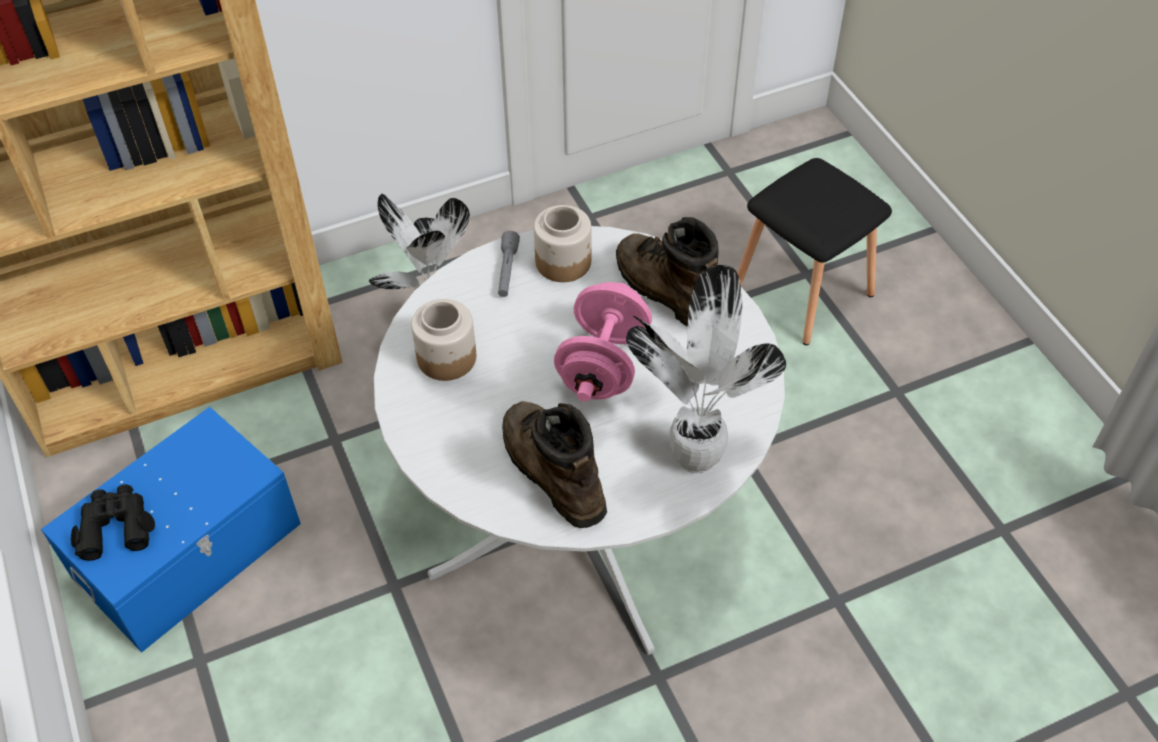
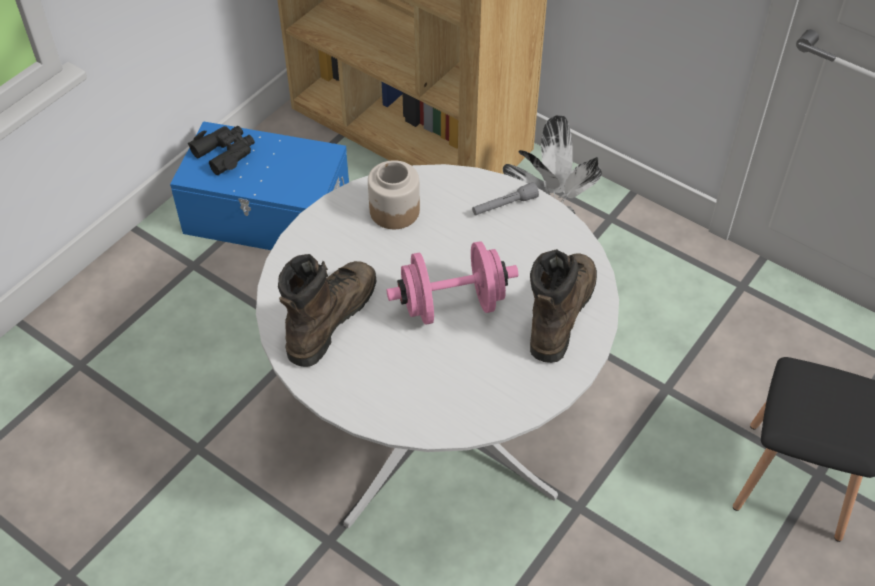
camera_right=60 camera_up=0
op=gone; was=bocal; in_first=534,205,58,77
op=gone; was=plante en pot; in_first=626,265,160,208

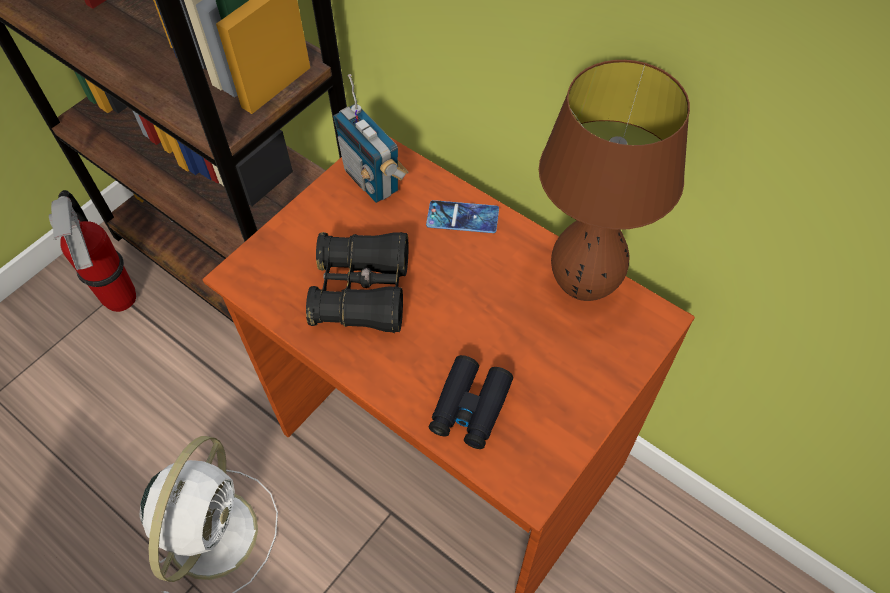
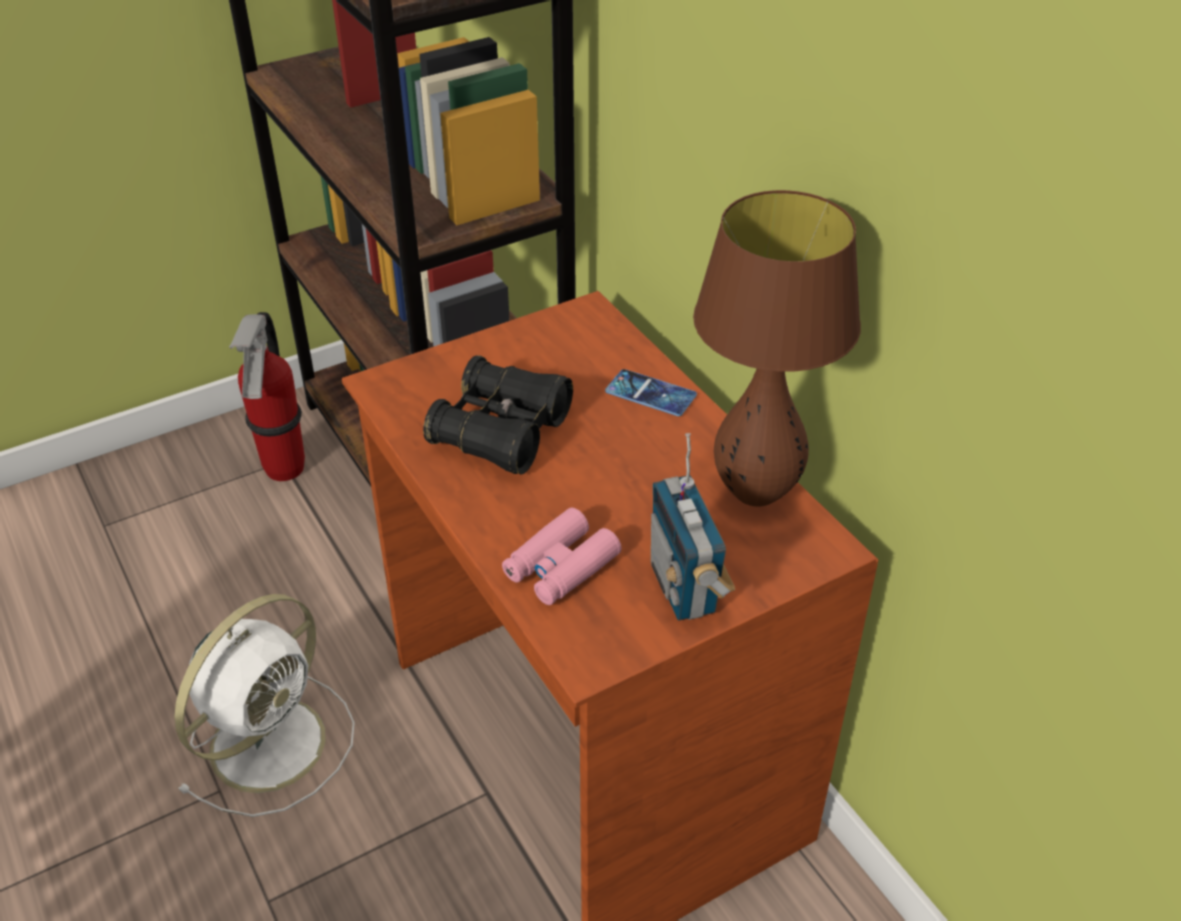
camera_right=20 camera_up=-15
op=shifted; was=radio; in_first=333,74,75,129; in_second=651,433,84,188
op=repainted; was=jumelles/noir; now=jumelles/rose; in_first=429,355,84,94; in_second=502,507,120,98

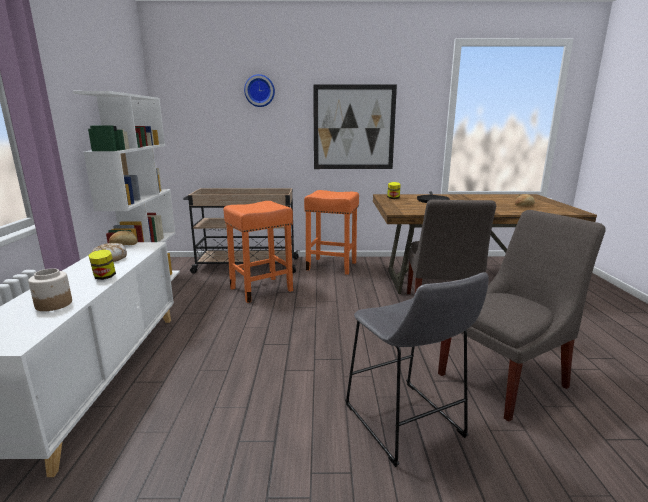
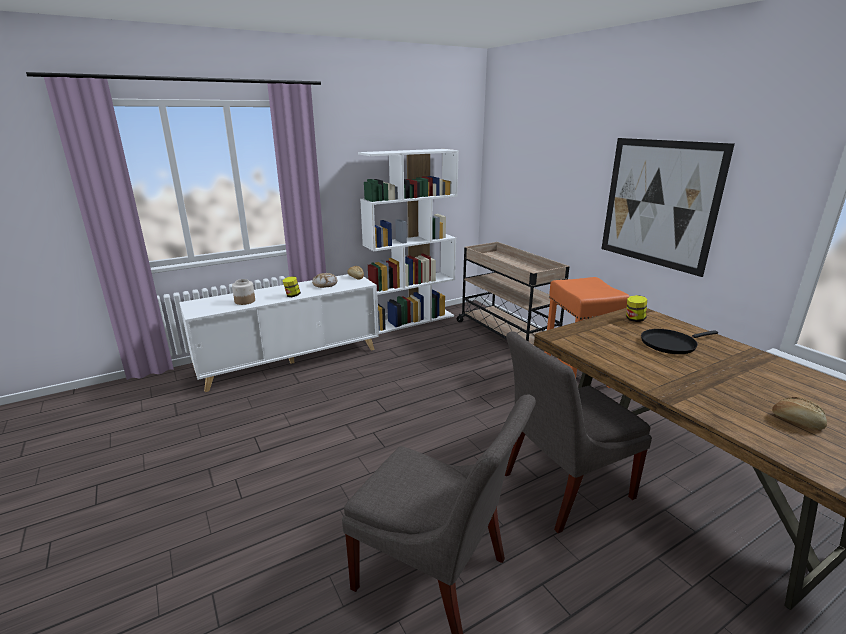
camera_right=60 camera_up=5
op=gone; was=tabouret/orange; in_first=224,201,69,102
op=gone; was=horloge murale; in_first=244,74,31,33
op=gone; was=tabouret/gris; in_first=345,272,144,195

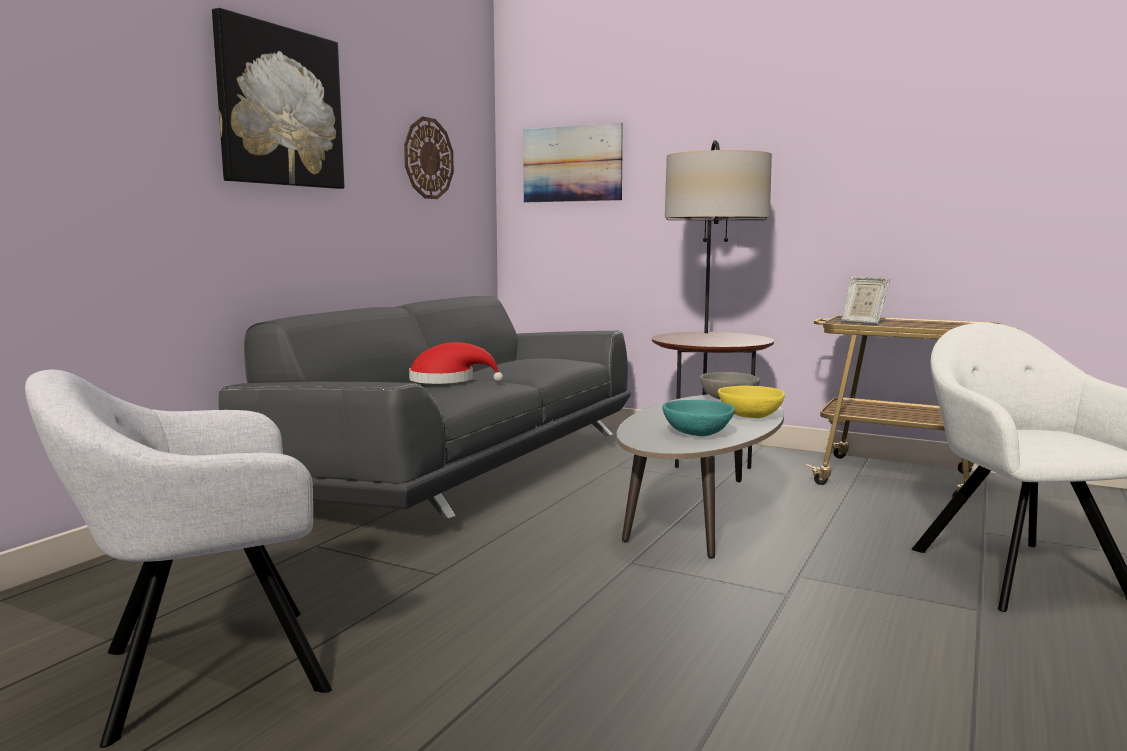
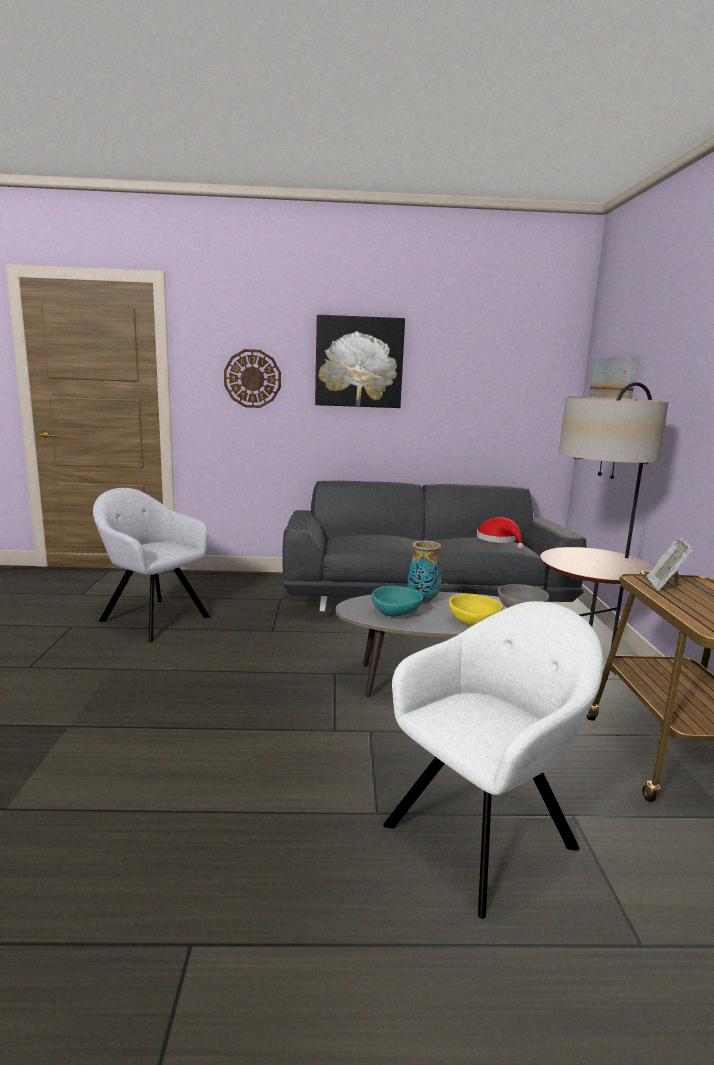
camera_right=60 camera_up=5
op=new; now=vase; in_second=408,541,34,62
op=shifted; was=horloge murale; in_first=404,116,50,83; in_second=224,349,57,59
op=shifted; was=chapeau/rouge; in_first=409,342,94,42; in_second=477,517,47,32

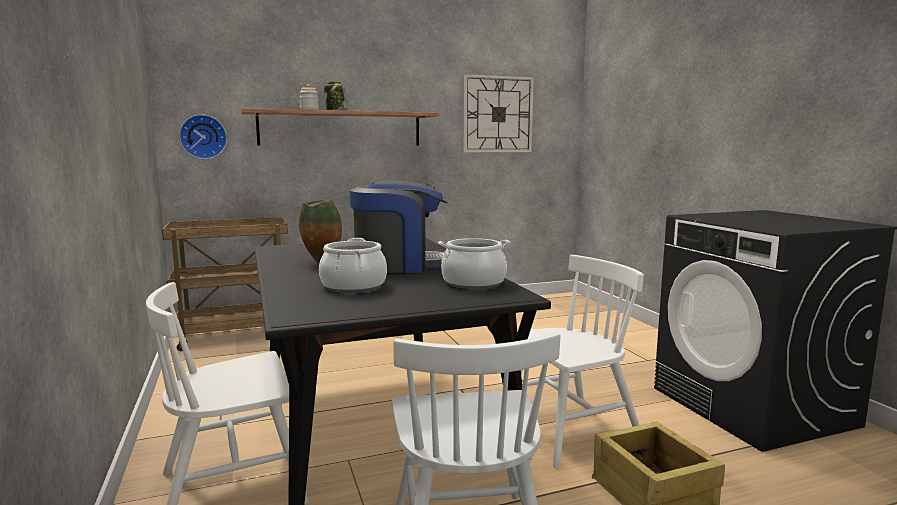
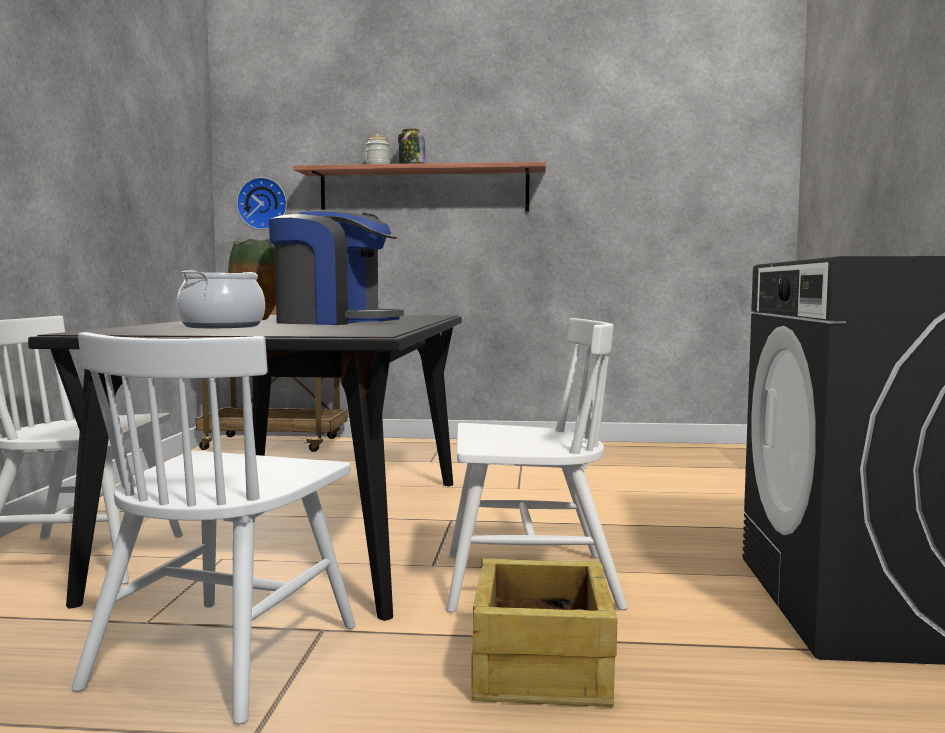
camera_right=25 camera_up=-5
op=gone; was=marmite; in_first=438,238,72,51
op=gone; was=horloge murale; in_first=464,74,70,78

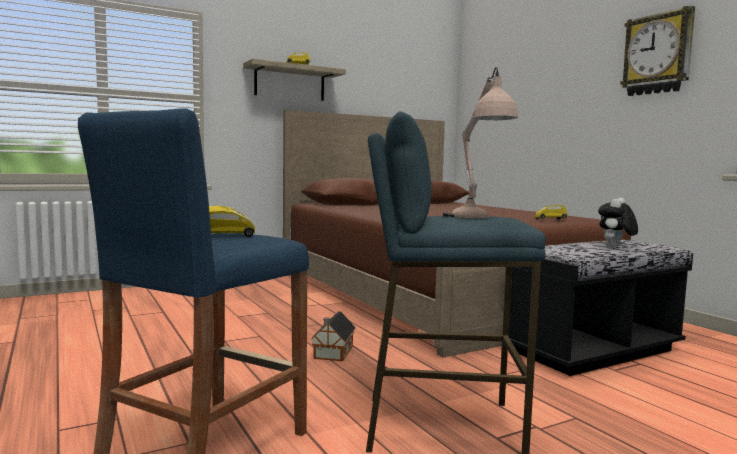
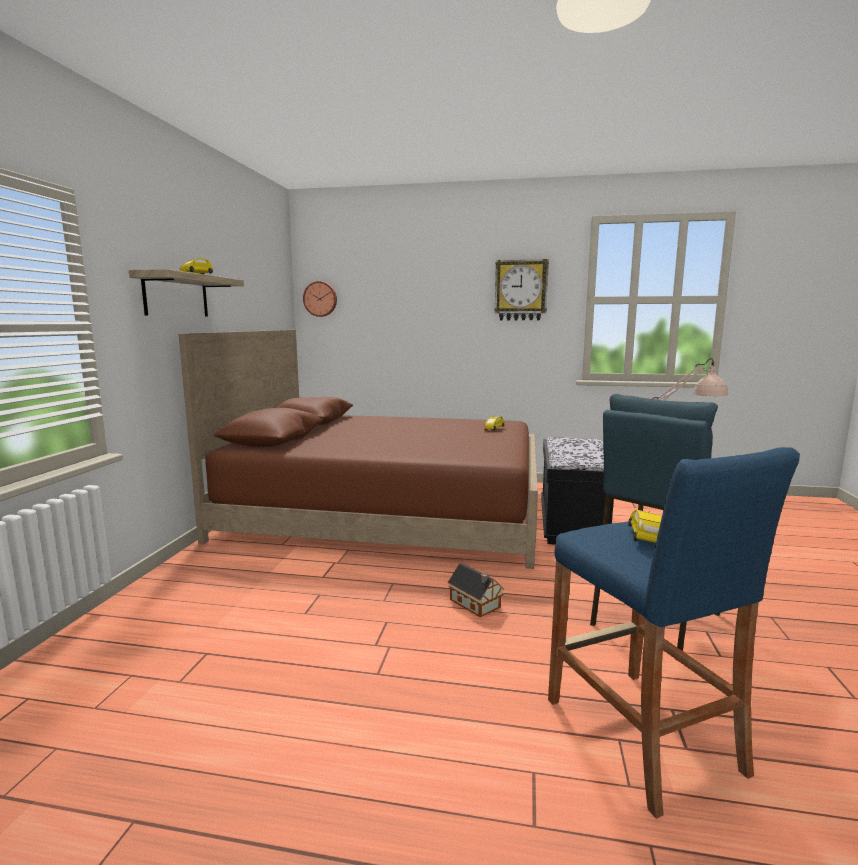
camera_right=-50 camera_up=5
op=gone; was=peluche; in_first=598,198,40,50
op=new; now=horloge murale; in_second=303,281,34,36

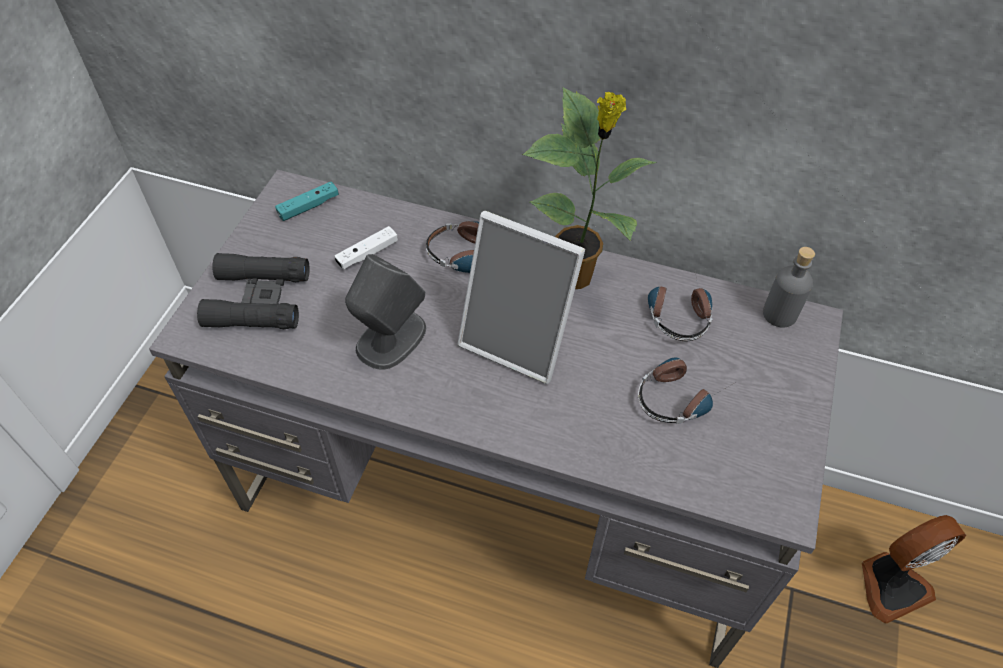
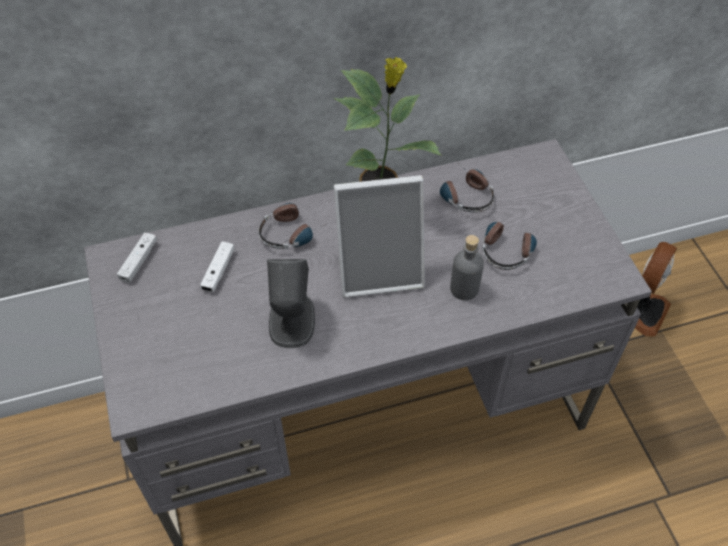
camera_right=-35 camera_up=0
op=gone; was=jumelles/noir; in_first=197,253,112,76
op=shifted; was=bouteille/gris; in_first=763,247,52,81; in_second=450,235,34,65
op=repainted; was=manette/turquoise; now=manette/blanc; in_first=275,182,64,39; in_second=117,232,40,51

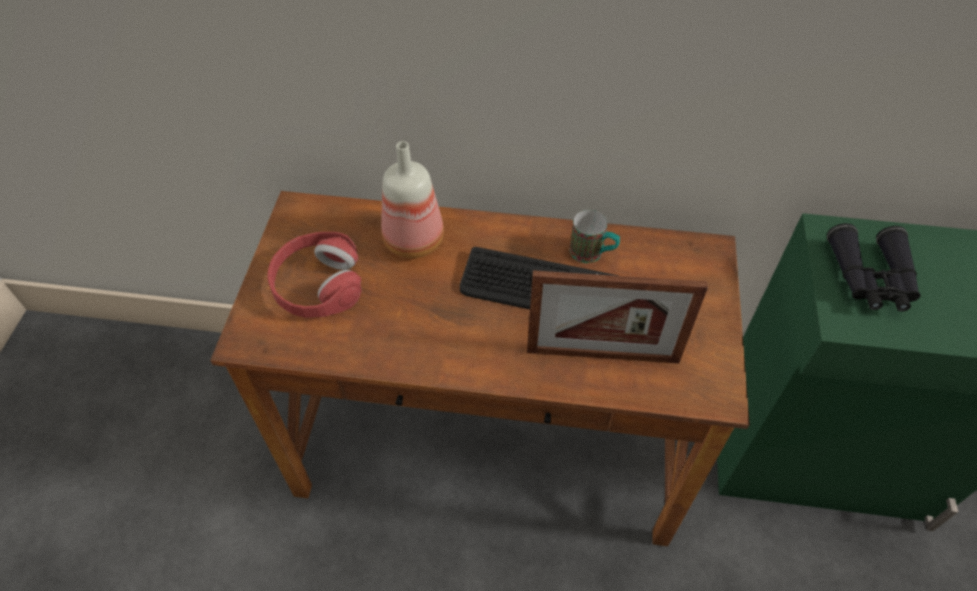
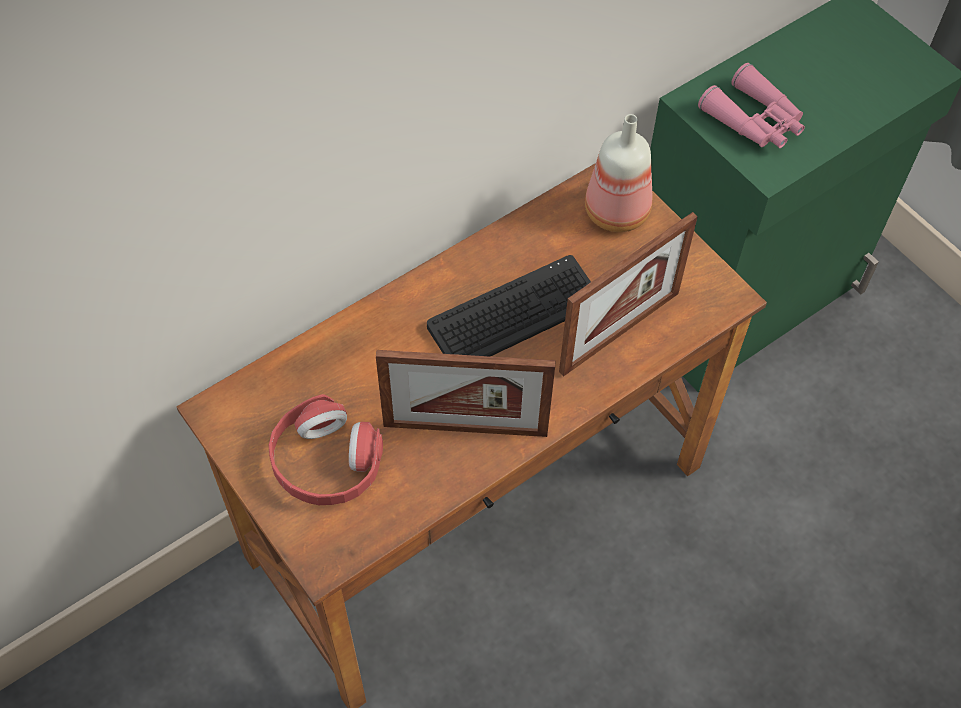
camera_right=-45 camera_up=5
op=gone; was=mug; in_first=570,210,50,53
op=new; now=cadre photo; in_second=376,350,179,87
op=shifted; was=bouteille; in_first=381,141,63,117; in_second=585,114,67,118
op=repainted; was=jumelles/noir; now=jumelles/rose; in_first=827,223,94,88; in_second=698,63,107,85

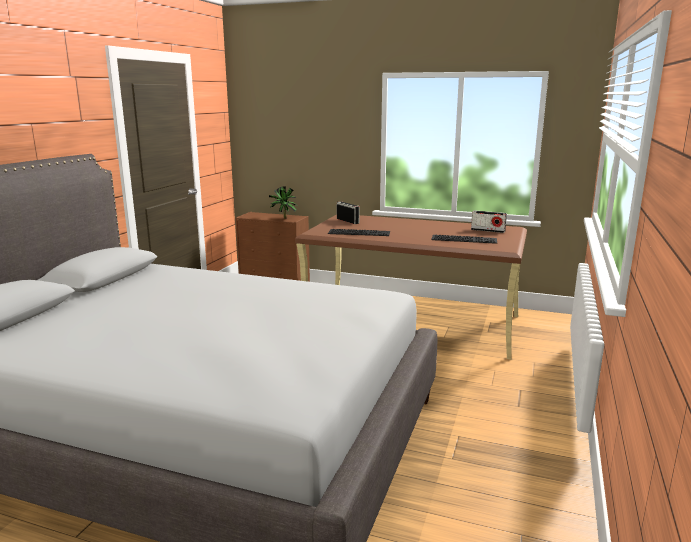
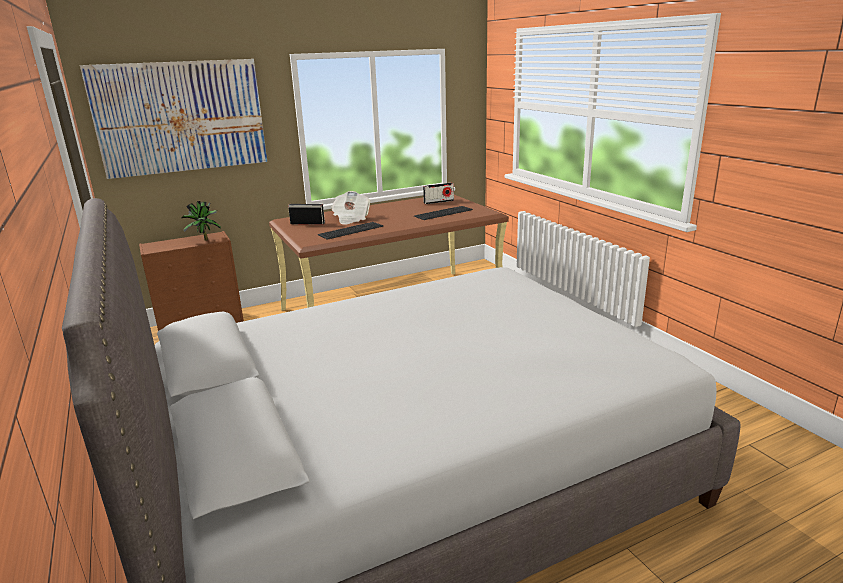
camera_right=-45 camera_up=5
op=new; now=tableau; in_second=80,59,187,120
op=new; now=journal; in_second=331,191,40,33

